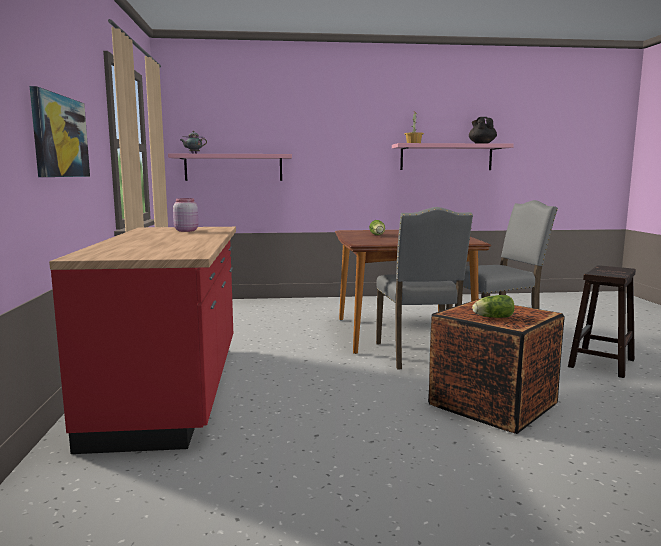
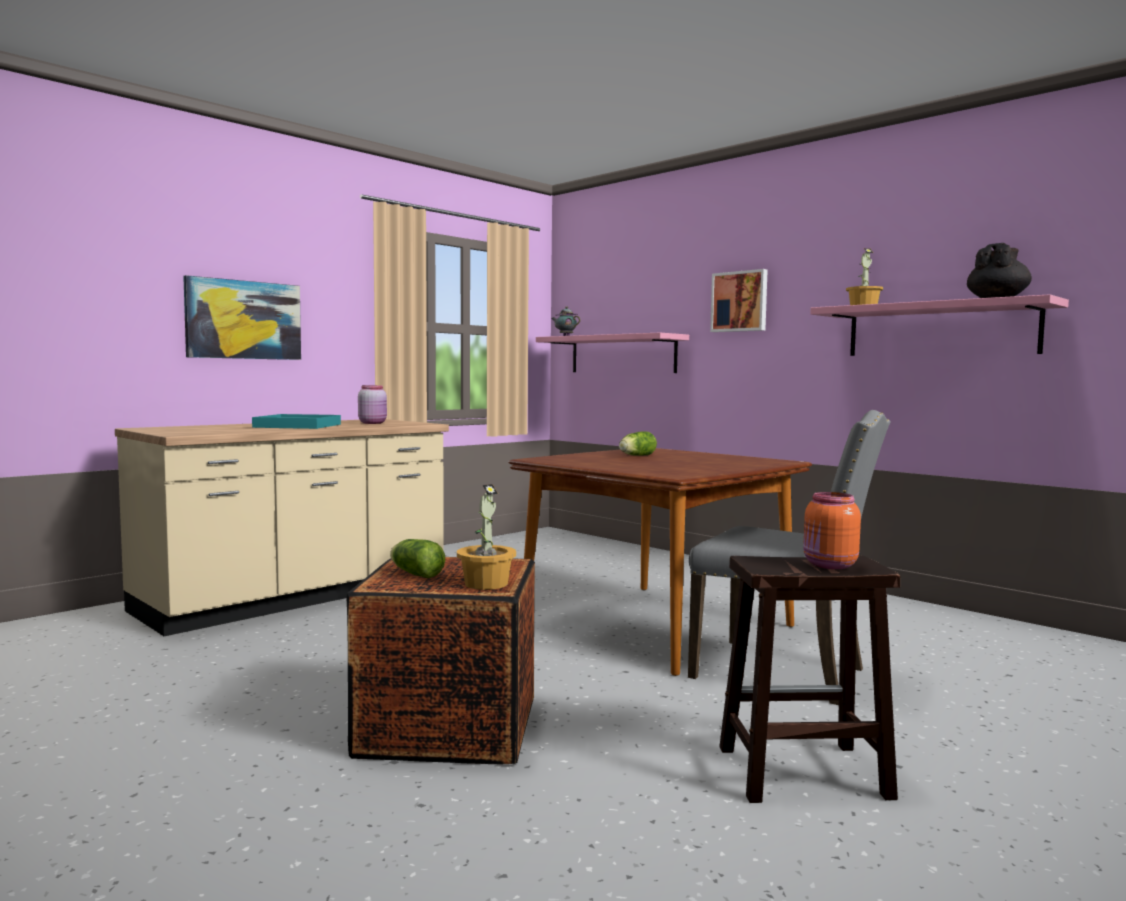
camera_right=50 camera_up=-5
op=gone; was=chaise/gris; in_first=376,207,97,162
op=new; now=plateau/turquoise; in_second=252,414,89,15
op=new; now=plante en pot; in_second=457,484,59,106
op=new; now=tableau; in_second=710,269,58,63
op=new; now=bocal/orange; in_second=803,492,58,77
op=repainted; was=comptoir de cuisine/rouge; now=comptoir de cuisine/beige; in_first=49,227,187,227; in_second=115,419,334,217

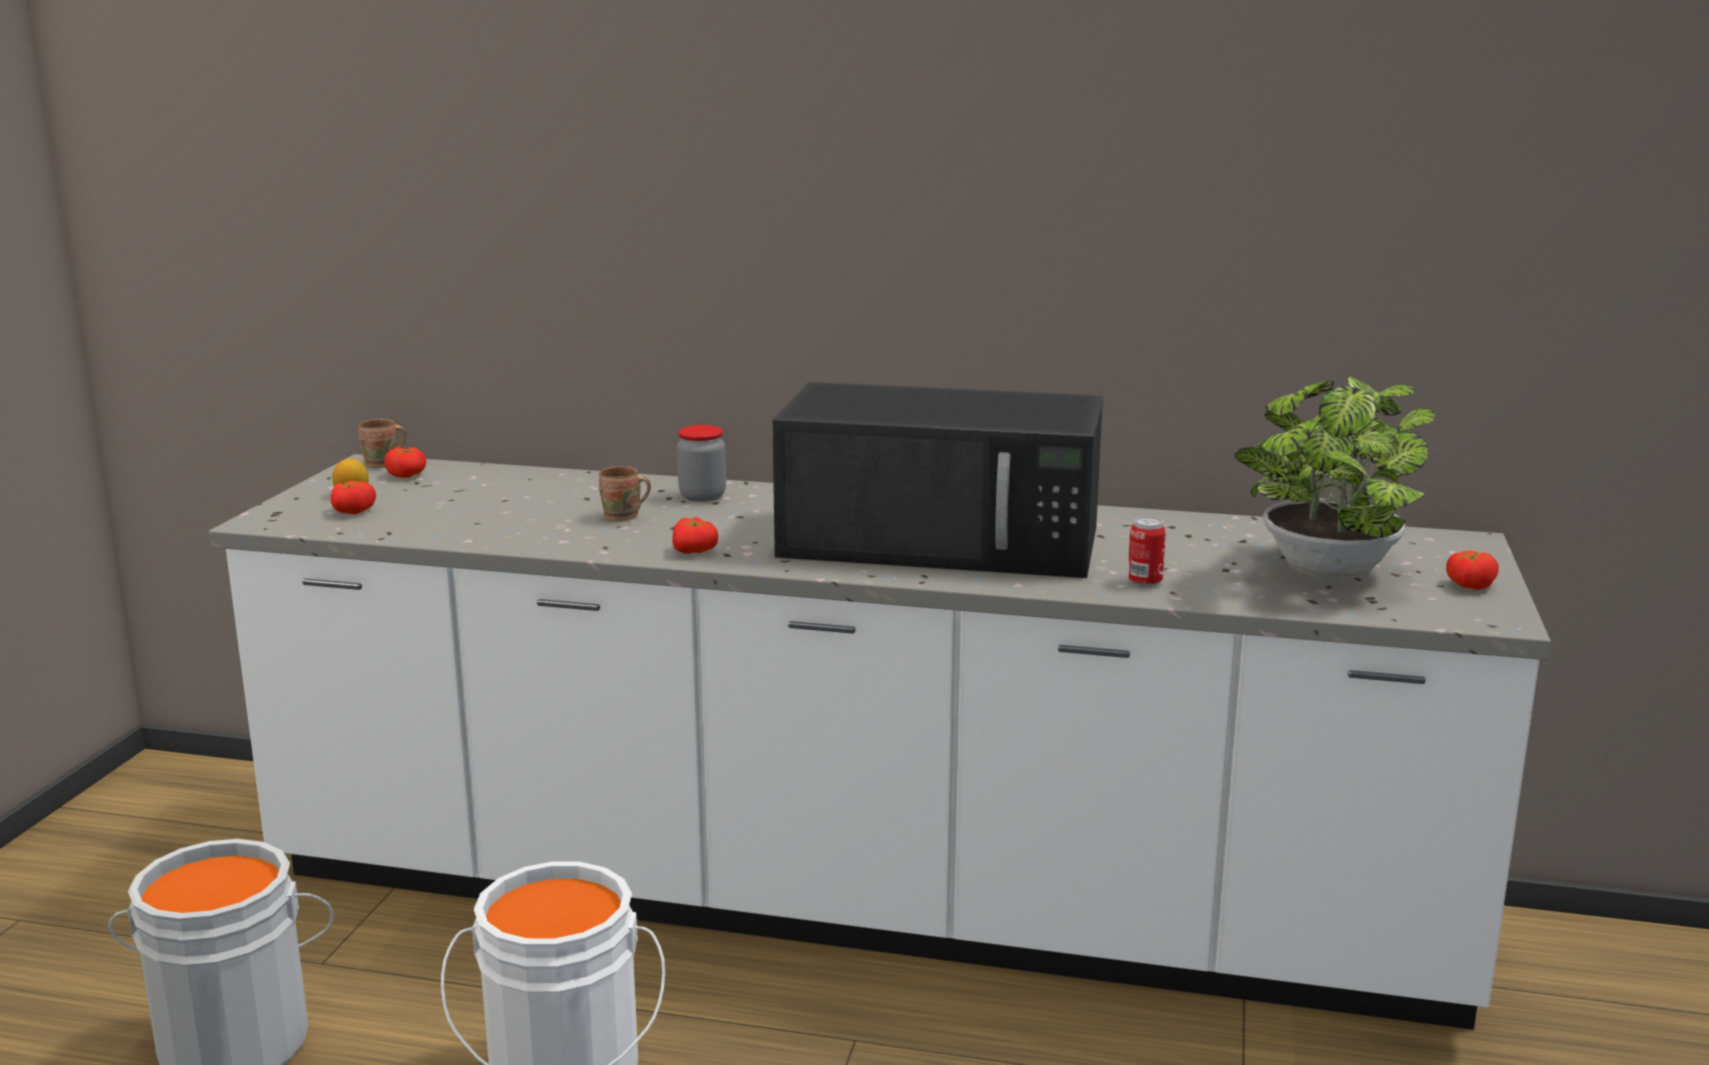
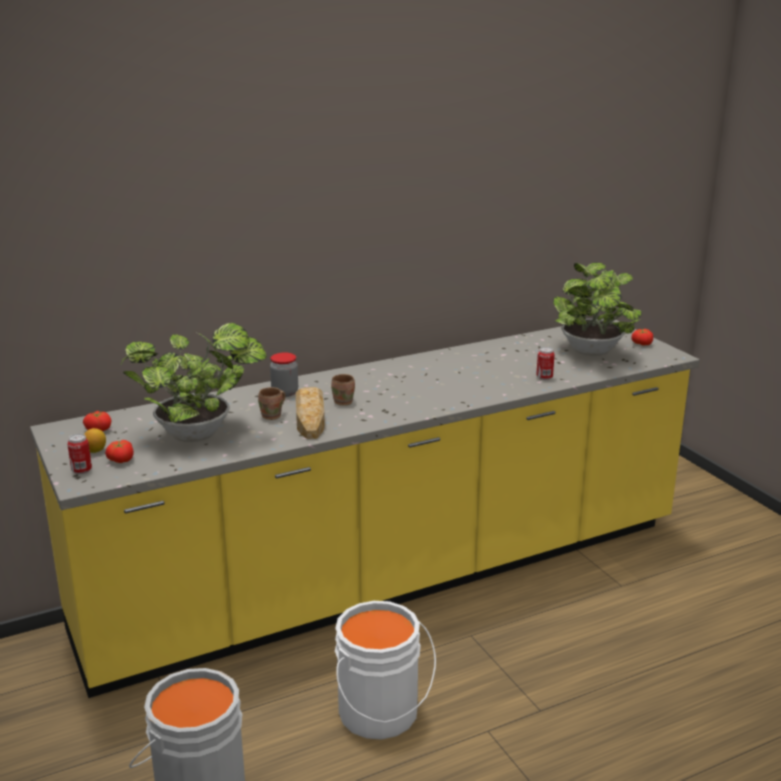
camera_right=-40 camera_up=5
op=gone; was=tomate; in_first=672,517,46,37
op=gone; was=micro-ondes/noir; in_first=772,382,331,196
op=new; now=boîte métallique; in_second=67,434,25,40
op=new; now=plante en pot; in_second=121,323,146,119
op=new; now=pain; in_second=296,387,29,52
op=shifted; was=mug/marron; in_first=358,419,49,49; in_second=331,374,24,32
op=repainted; was=comptoir de cuisine/blanc; now=comptoir de cuisine/jaune; in_first=209,454,1342,576; in_second=30,318,670,380

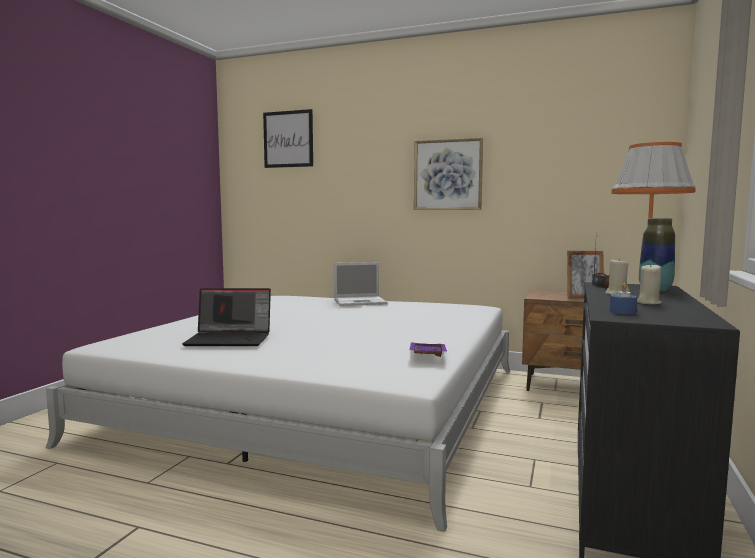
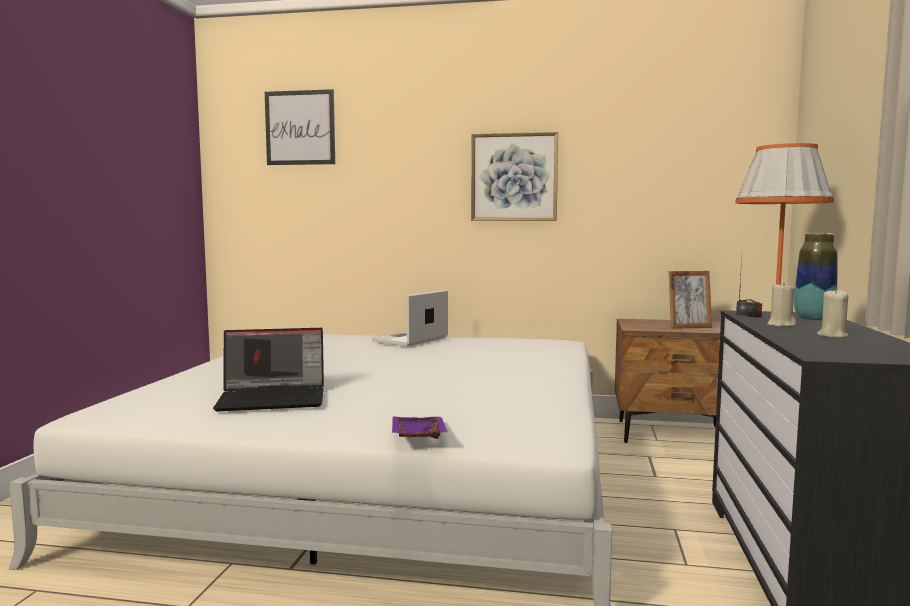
camera_right=-10 camera_up=0
op=gone; was=bougie/bleu; in_first=610,283,27,31
op=shifted; was=plateau/violet; in_first=410,342,37,15; in_second=392,417,56,22
op=rotated; was=ordinateur portable; in_first=334,262,53,44; in_second=372,290,76,56; clockwise=150

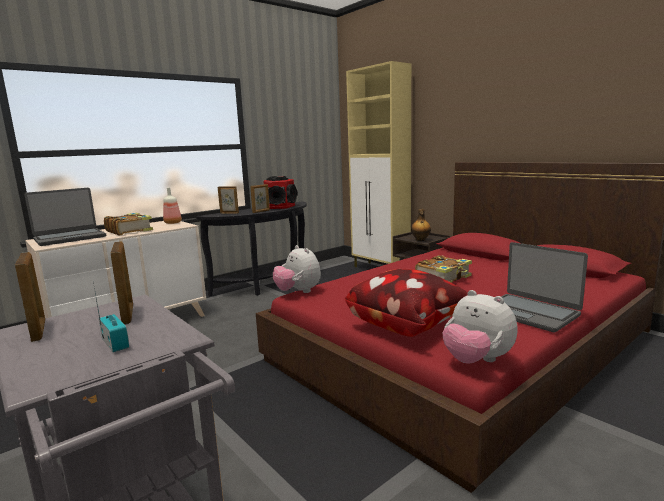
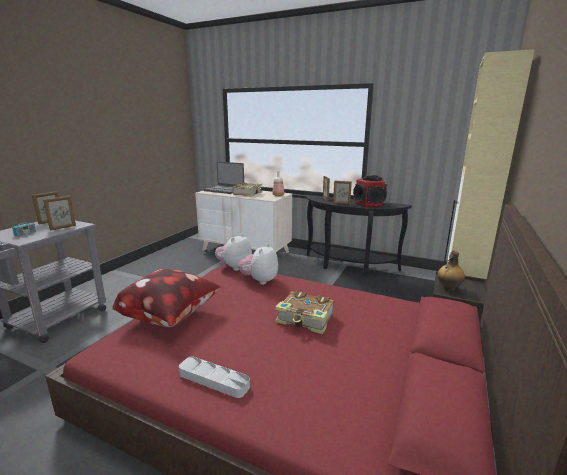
camera_right=65 camera_up=5
op=shifted; was=peluche; in_first=442,290,76,74; in_second=238,244,40,41
op=swapped; was=ordinateur portable; now=plateau/gris; in_first=501,242,87,91; in_second=179,356,71,42

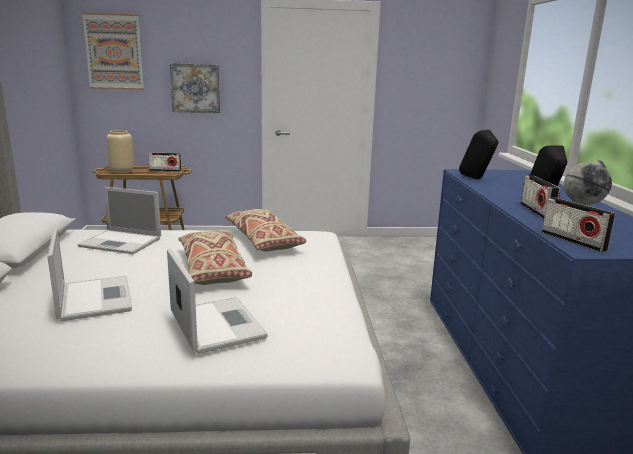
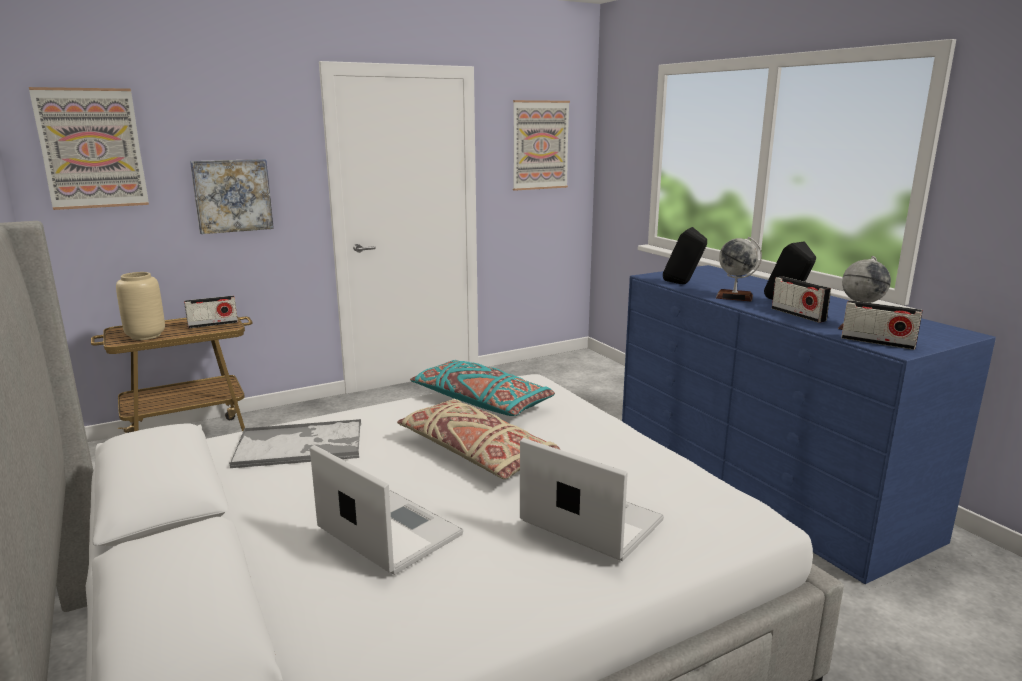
camera_right=-25 camera_up=0
op=new; now=tableau; in_second=513,100,57,91
op=new; now=globe; in_second=716,237,46,64
op=swapped; was=ordinateur portable; now=plateau; in_first=78,187,83,67; in_second=229,419,132,49
op=repainted; was=coussin/beige; now=coussin/turquoise; in_first=225,209,81,43; in_second=410,360,145,56

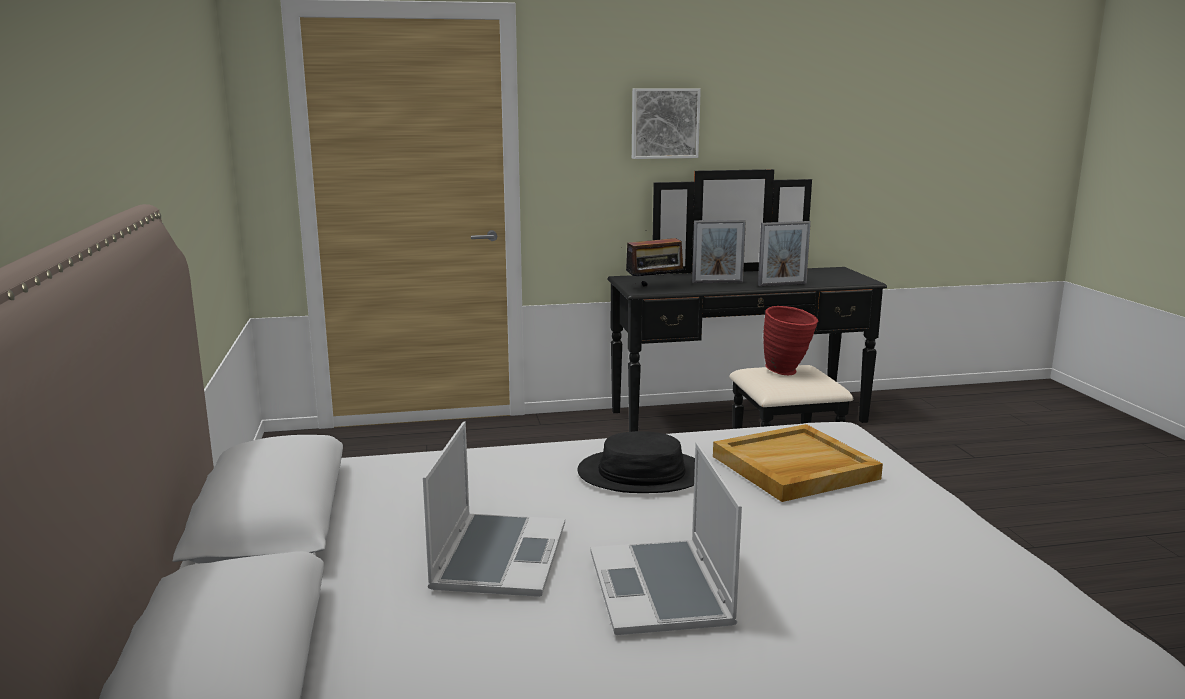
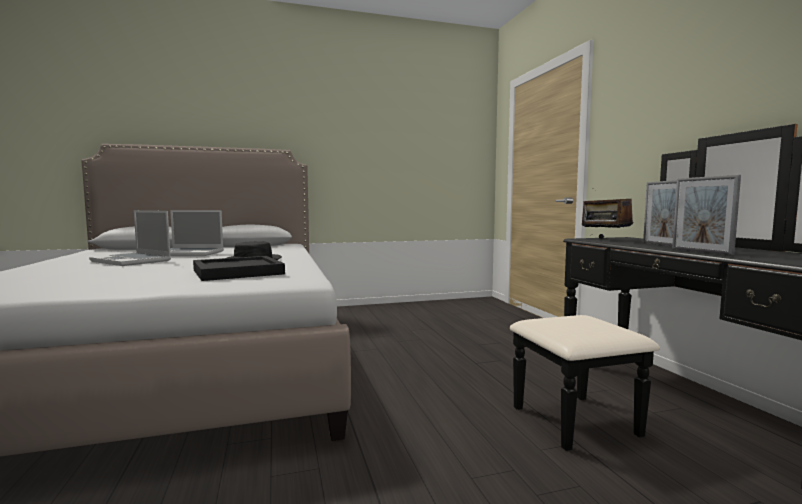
camera_right=85 camera_up=-10
op=gone; was=tableau; in_first=632,88,69,71
op=gone; was=vase/rouge; in_first=763,306,55,69
op=repainted; was=plateau/beige; now=plateau/noir; in_first=713,424,170,78; in_second=193,256,92,25
op=rotated; was=ordinateur portable; in_first=590,442,152,193; in_second=89,210,82,56; clockwise=-135

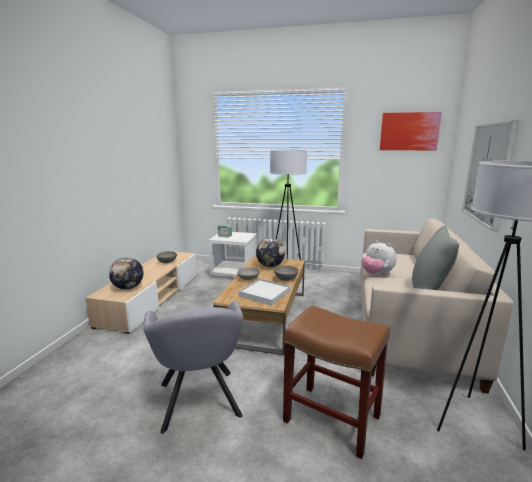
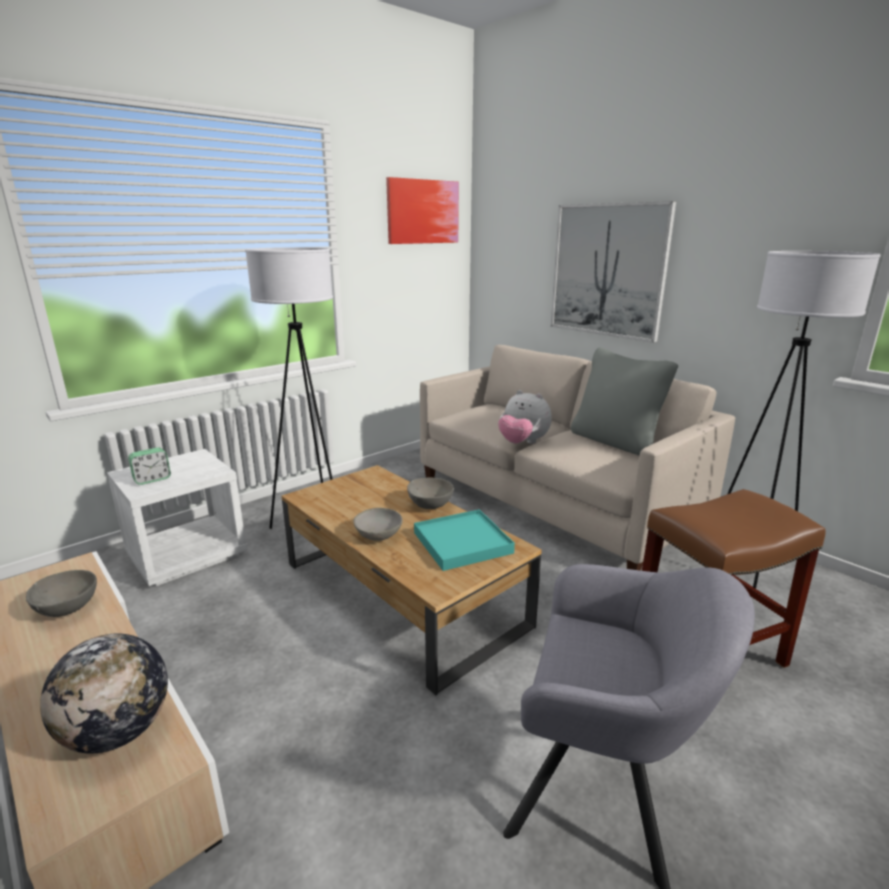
camera_right=-55 camera_up=5
op=gone; was=globe; in_first=256,238,29,29
op=repainted; was=plateau/blanc; now=plateau/turquoise; in_first=239,278,52,28; in_second=414,509,101,62
op=rotated; was=peluche; in_first=361,241,36,34; in_second=498,390,54,54; clockwise=45

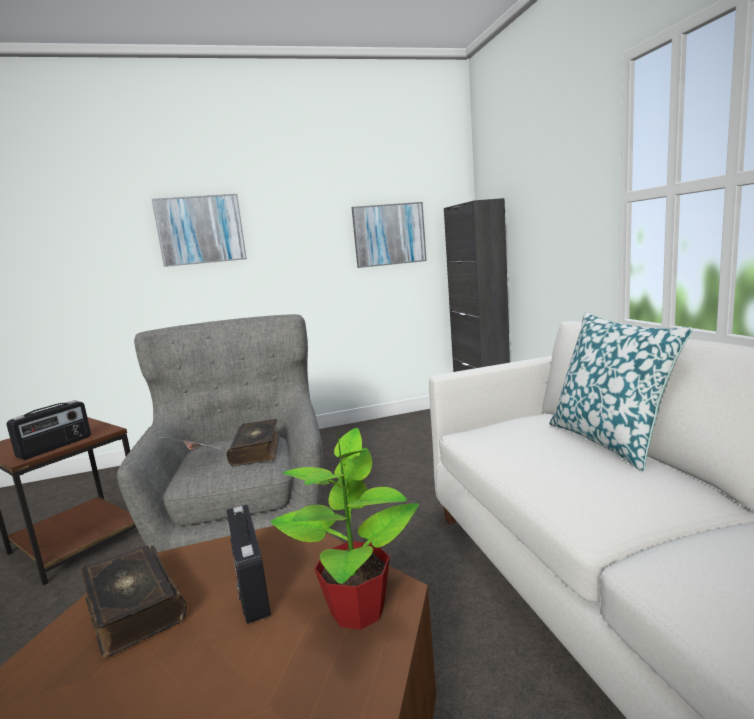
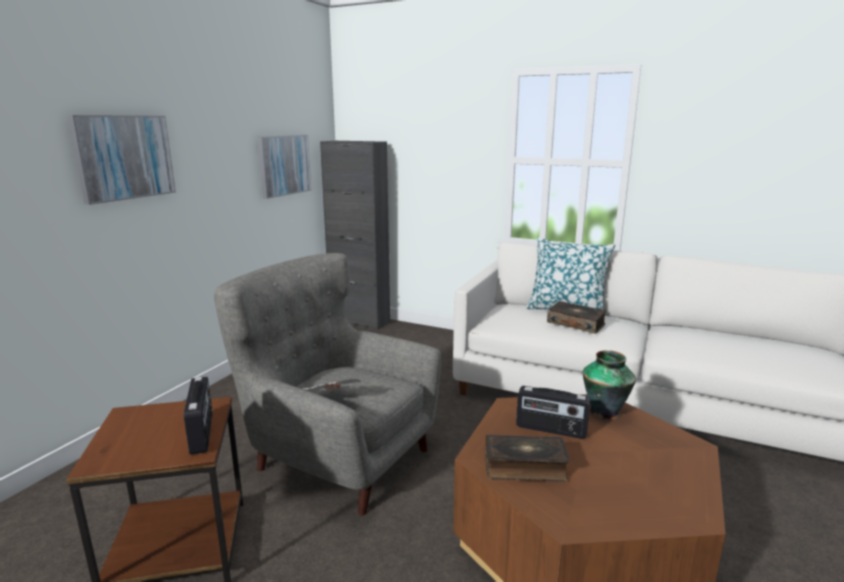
camera_right=-50 camera_up=5
op=shifted; was=livre; in_first=227,419,53,47; in_second=547,301,59,33
op=swapped; was=plante en pot; now=vase; in_first=271,428,148,202; in_second=583,350,53,70

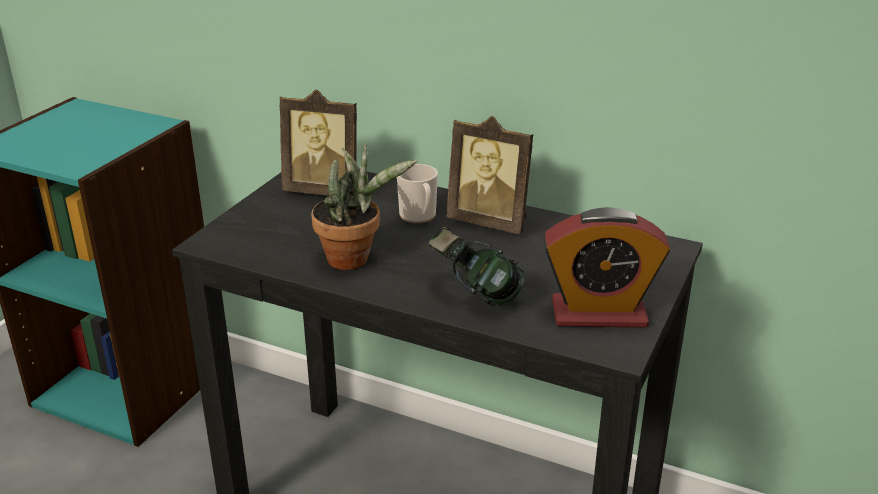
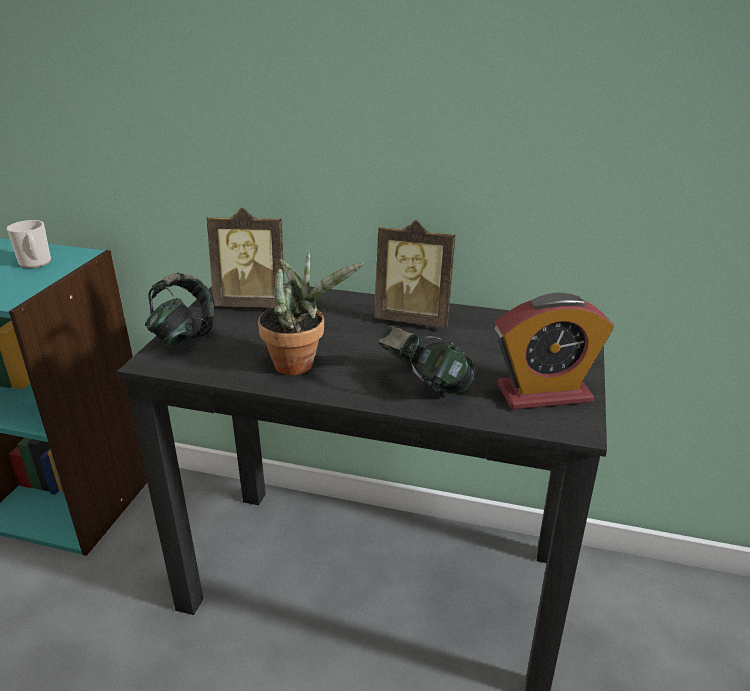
camera_right=-10 camera_up=0
op=new; now=casque audio; in_second=145,273,69,75
op=shifted; was=mug; in_first=397,164,41,59; in_second=7,220,44,48

